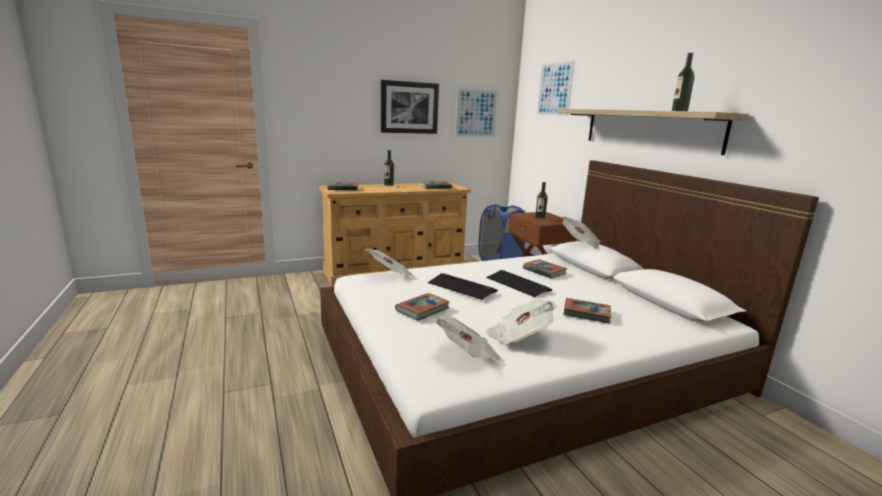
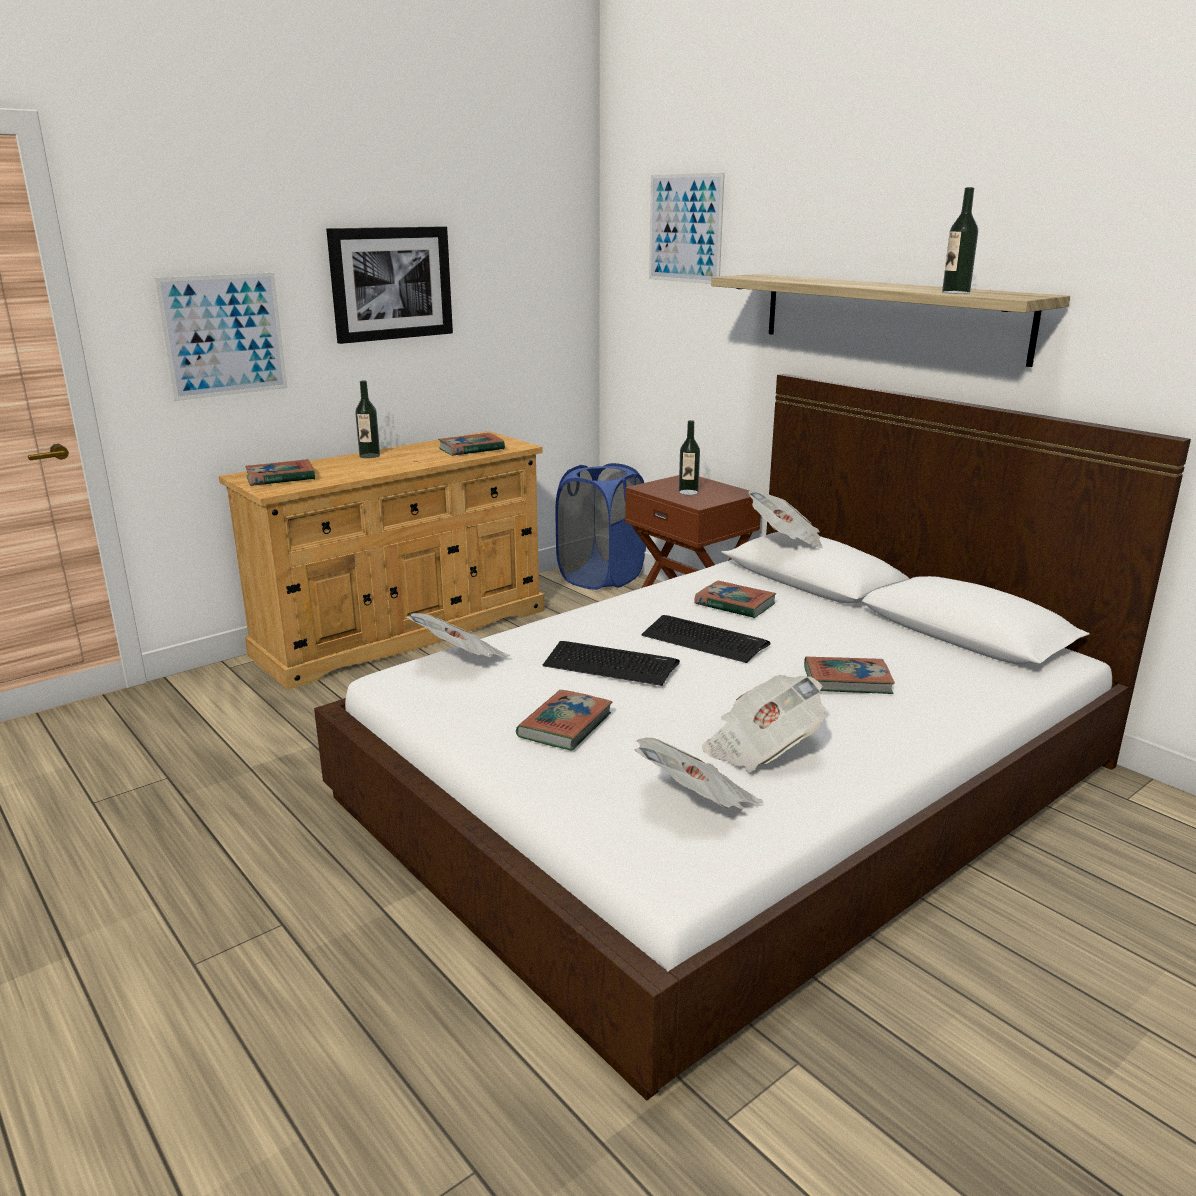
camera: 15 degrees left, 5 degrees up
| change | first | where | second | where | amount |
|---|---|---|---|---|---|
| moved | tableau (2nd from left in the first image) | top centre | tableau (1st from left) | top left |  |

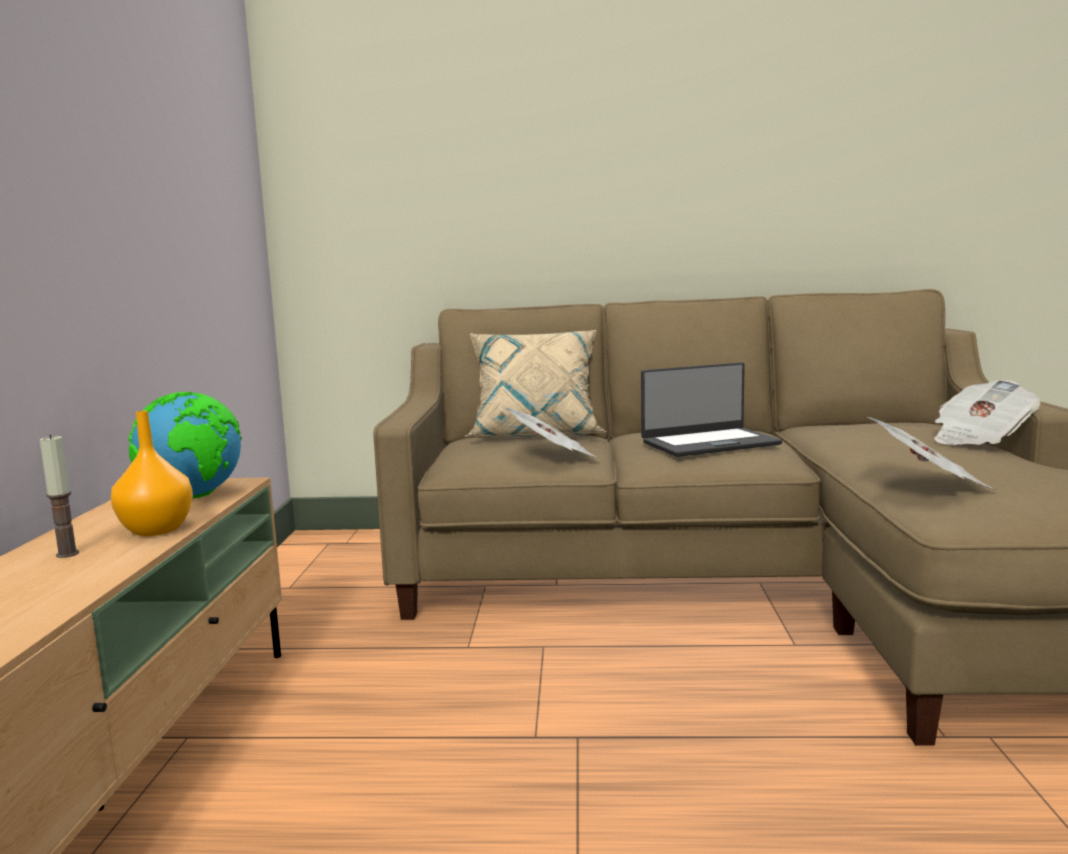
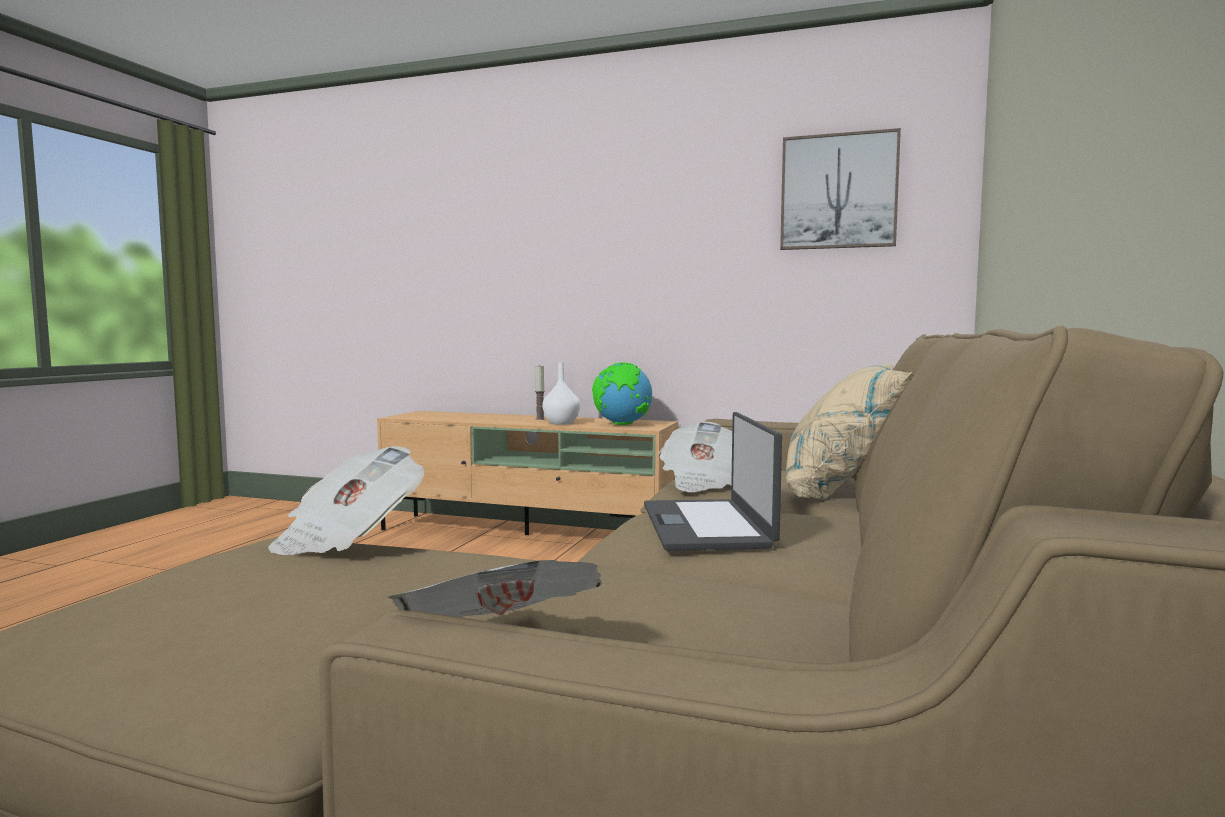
camera: 105 degrees right, 5 degrees down
| change | first | where | second | where | amount |
|---|---|---|---|---|---|
| recoloured | vase/orange | middle left | vase/blanc | centre |  |
| added |  |  | tableau | top right |  |

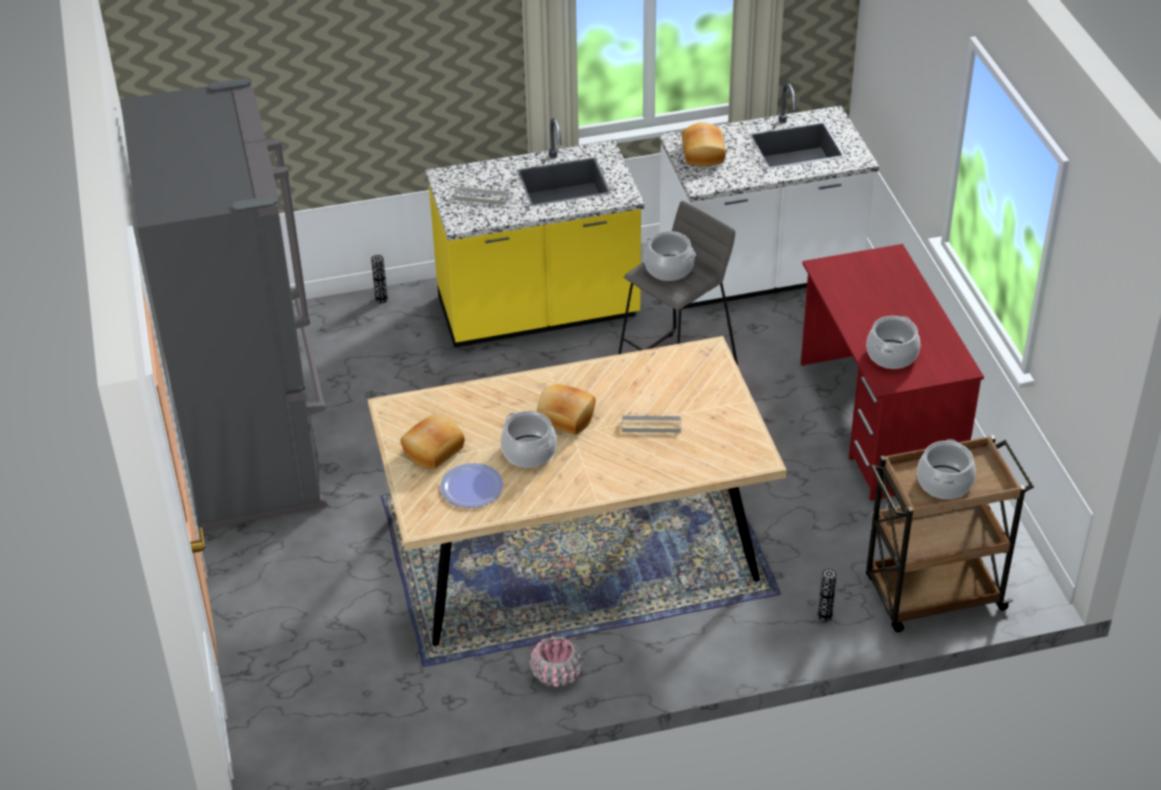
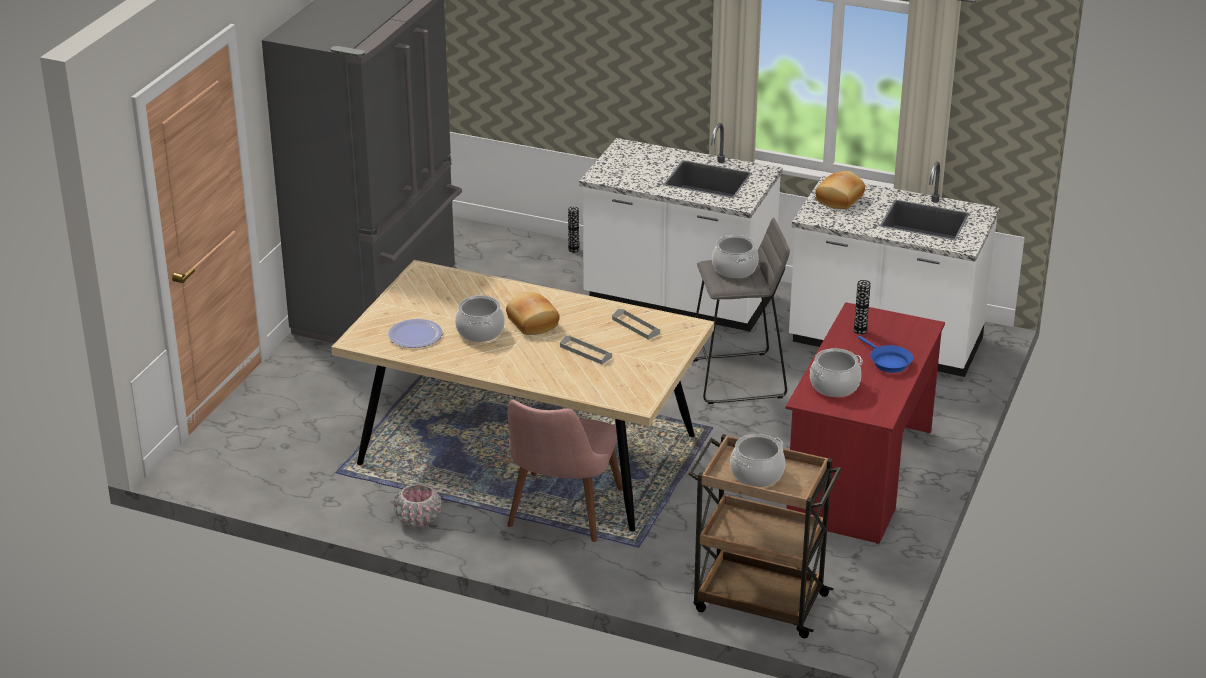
camera: 35 degrees right, 10 degrees down
| change | first | where | second | where | amount |
|---|---|---|---|---|---|
| added |  |  | chaise/rose | bottom centre |  |
| recoloured | comptoir de cuisine/jaune | top centre | comptoir de cuisine/blanc (1st from left) | centre |  |
| moved | plateau/gris (1st from left in the first image) | top centre | plateau/gris (2nd from left) | centre |  |
| moved | vase (2nd from left) | bottom right |  | middle right |  |
| added |  |  | poêle/bleu | middle right |  |
| removed | pain (1st from left) | centre |  |  |  |

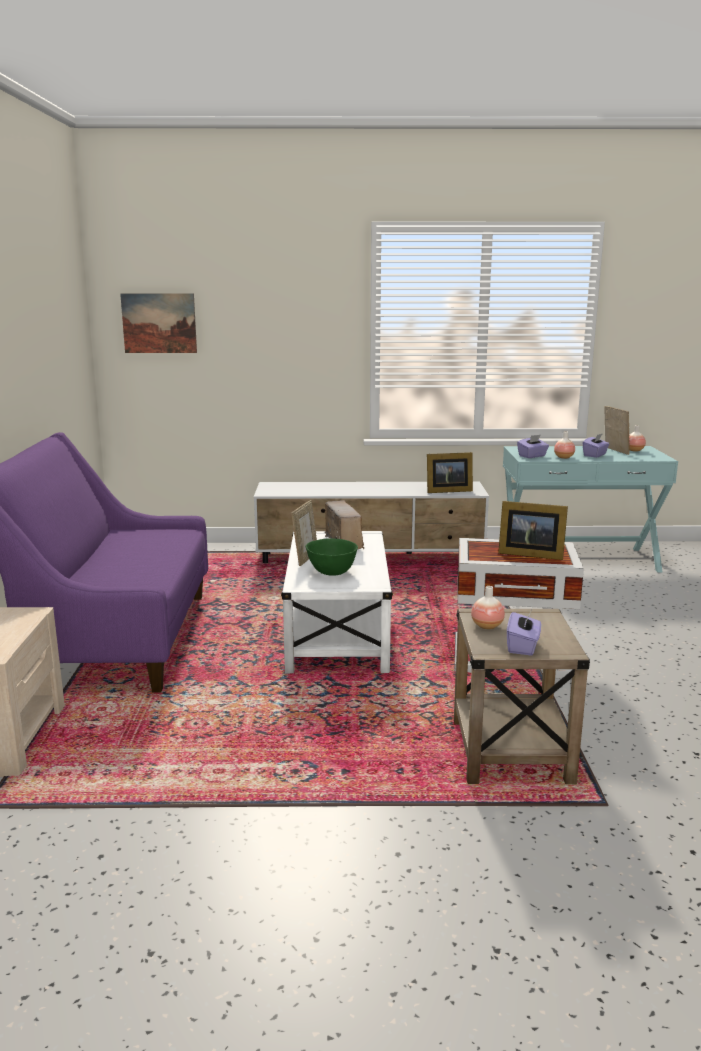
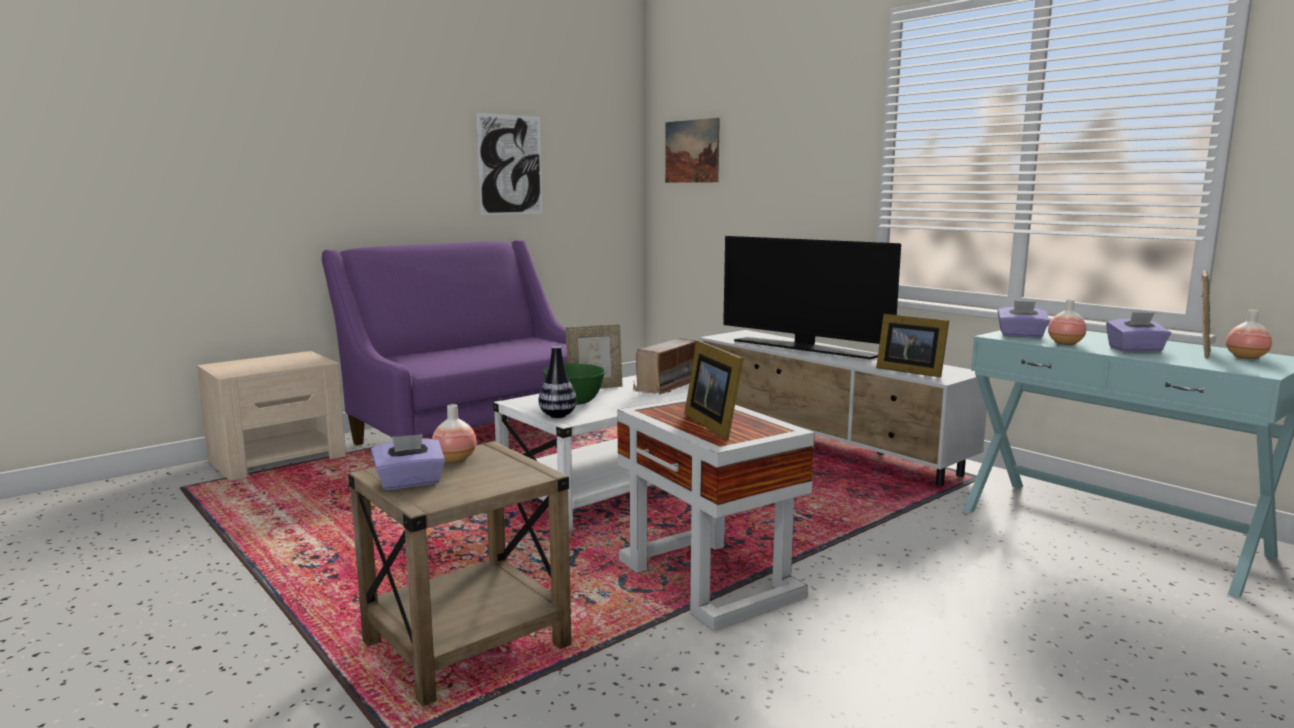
camera: 50 degrees right, 5 degrees down
| change | first | where | second | where | amount |
|---|---|---|---|---|---|
| added |  |  | tableau (1st from left) | top centre |  |
| added |  |  | vase (2nd from left) | centre |  |
| added |  |  | téléviseur | centre |  |

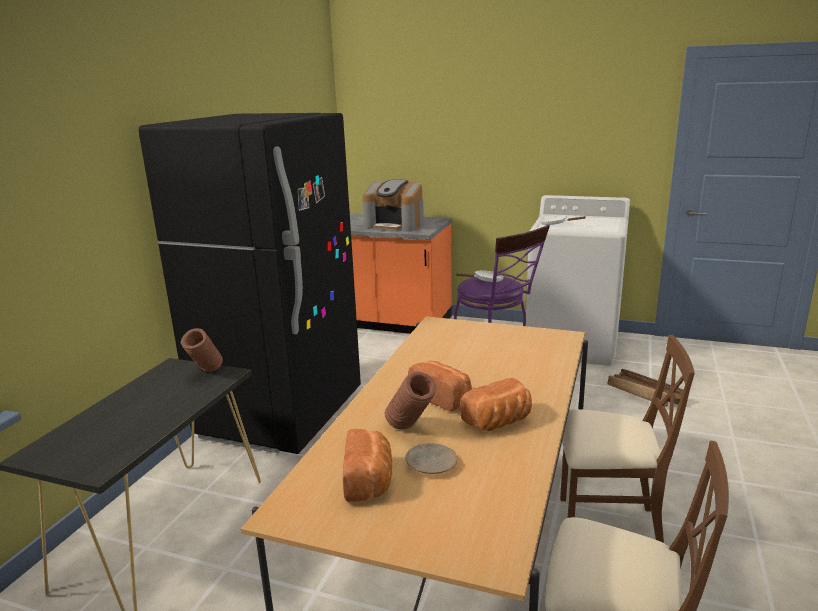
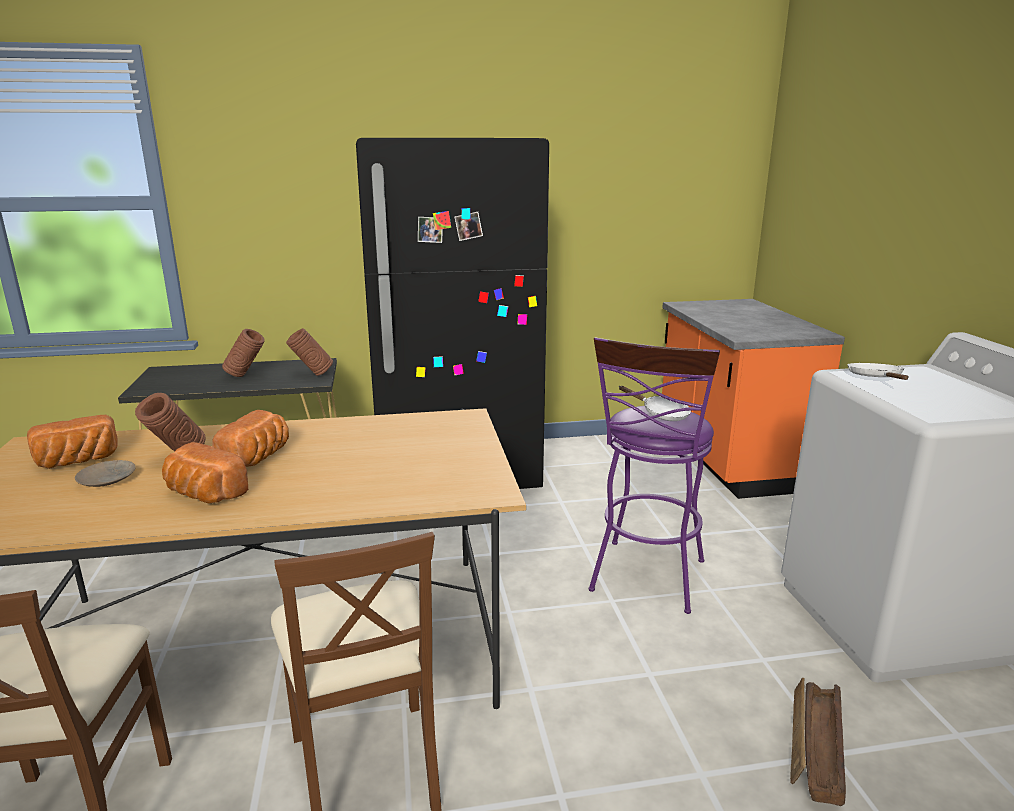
camera: 60 degrees right, 0 degrees up
| change | first | where | second | where | amount |
|---|---|---|---|---|---|
| added |  |  | vase/marron (2nd from left) | middle left |  |
| removed | machine à café | centre |  |  |  |

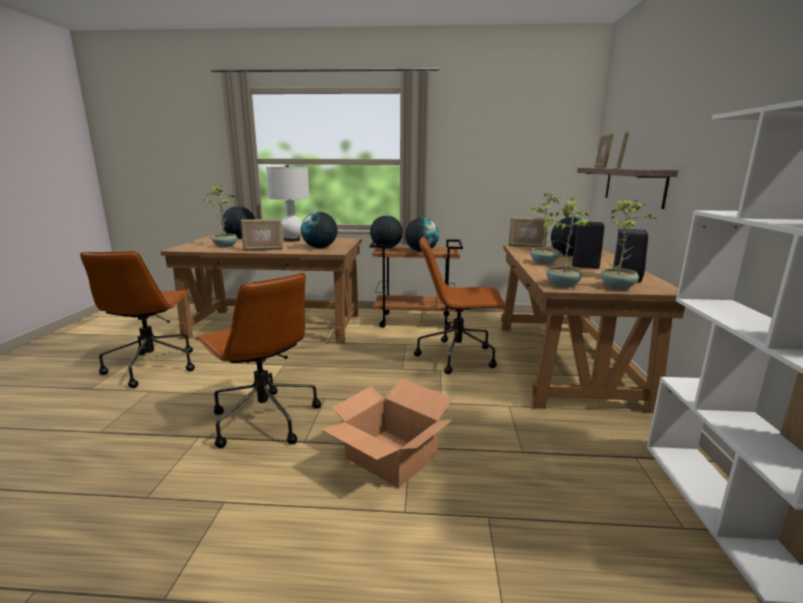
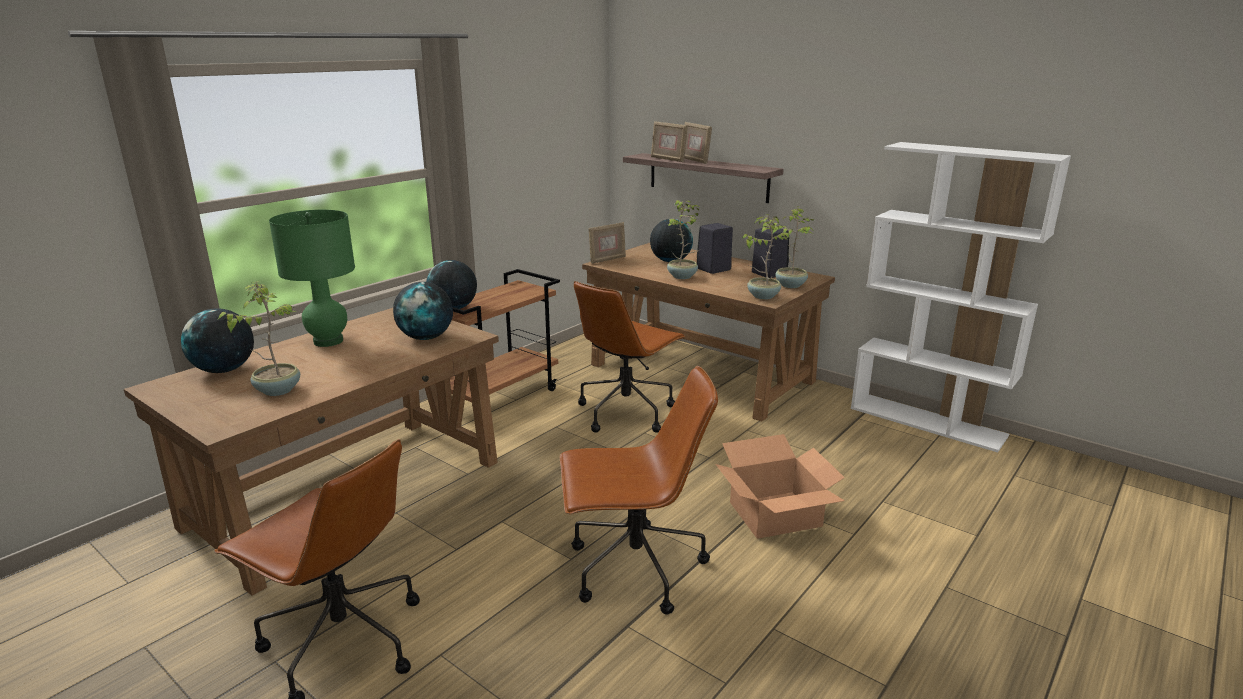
camera: 55 degrees left, 5 degrees up
| change | first | where | second | where | amount |
|---|---|---|---|---|---|
| recoloured | lampe de table/blanc | centre | lampe de table/vert | middle left |  |
| removed | cadre photo (1st from left) | middle left |  |  |  |
| removed | globe (4th from left) | centre |  |  |  |

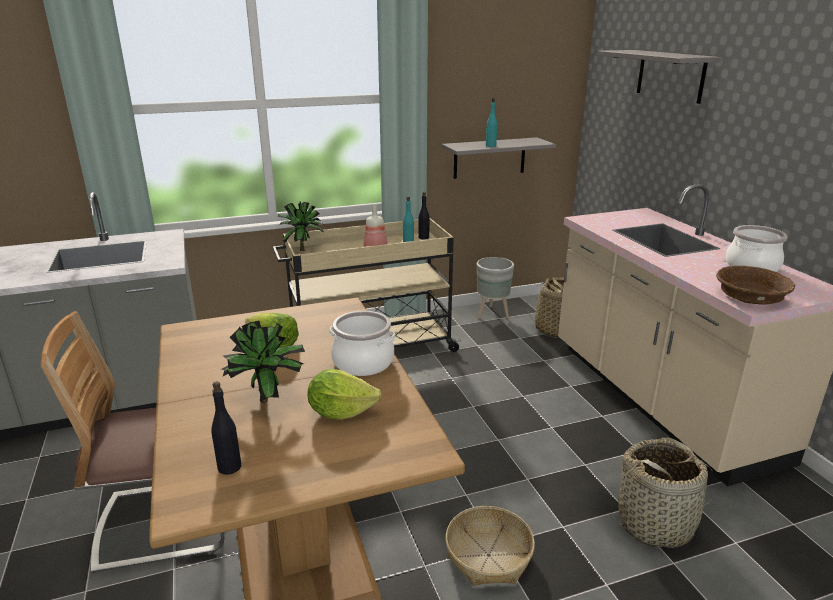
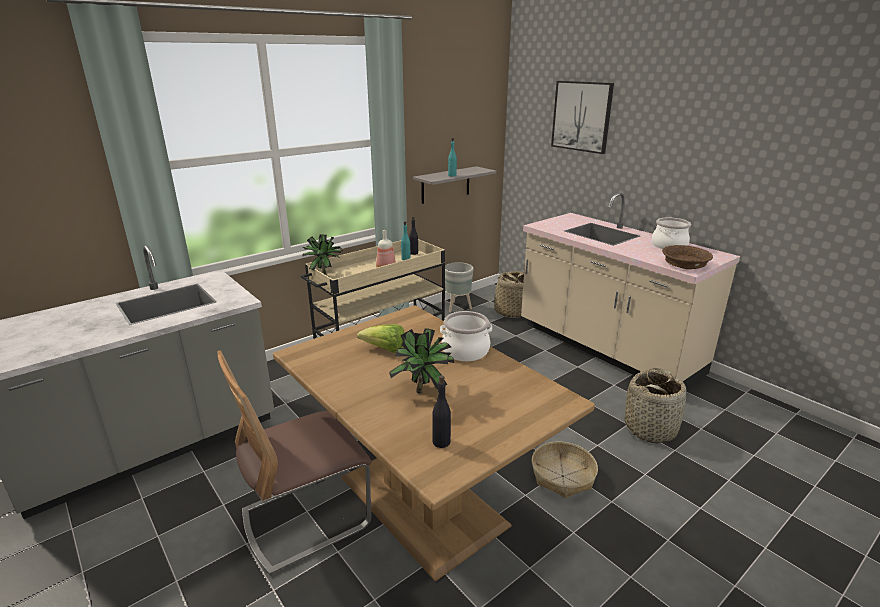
camera: 20 degrees left, 0 degrees up
| change | first | where | second | where | amount |
|---|---|---|---|---|---|
| replaced | étagère/gris (2nd from left) | top right | tableau | top centre |  |
| removed | laitue (2nd from left) | centre |  |  |  |

